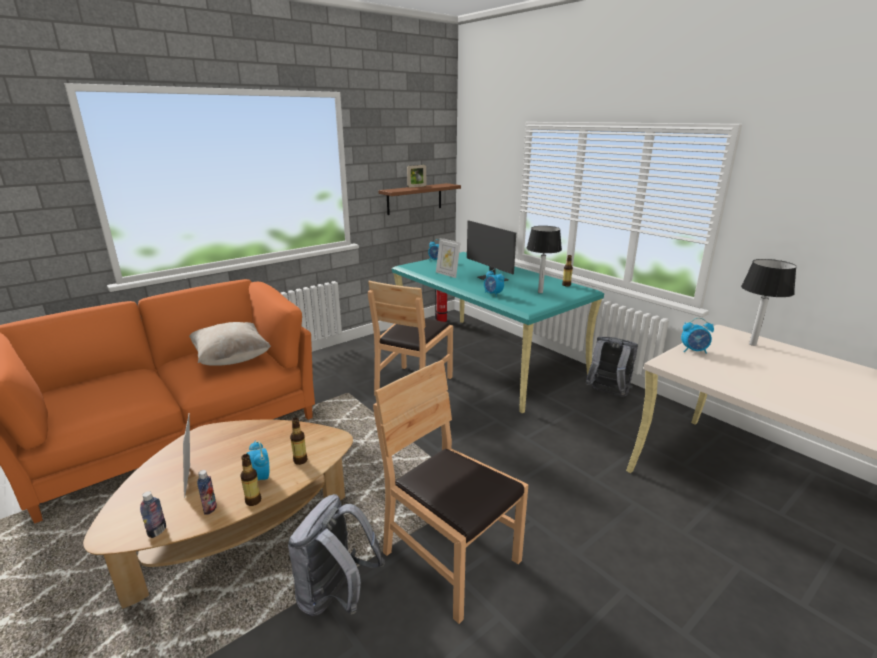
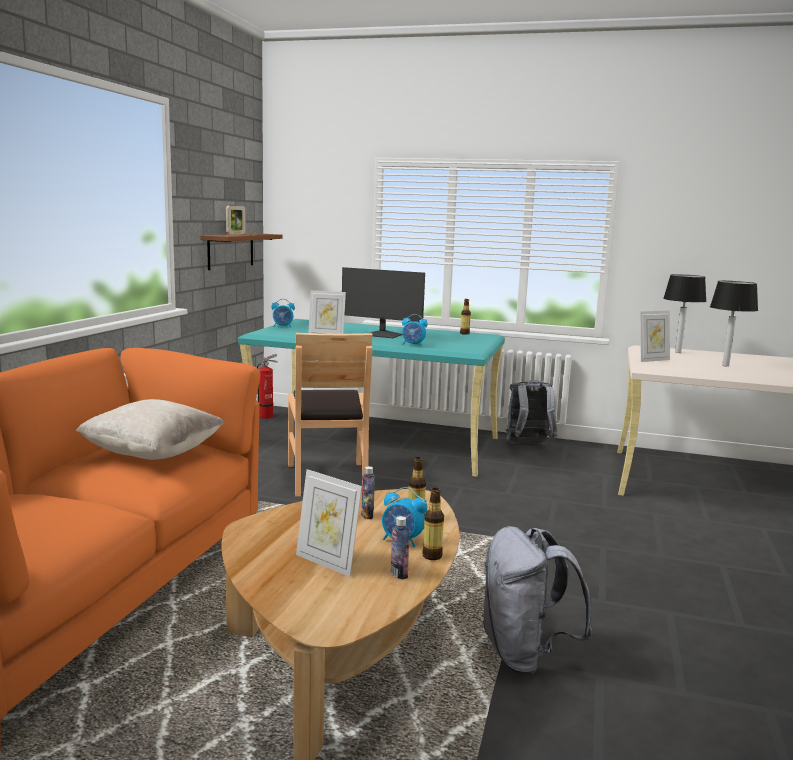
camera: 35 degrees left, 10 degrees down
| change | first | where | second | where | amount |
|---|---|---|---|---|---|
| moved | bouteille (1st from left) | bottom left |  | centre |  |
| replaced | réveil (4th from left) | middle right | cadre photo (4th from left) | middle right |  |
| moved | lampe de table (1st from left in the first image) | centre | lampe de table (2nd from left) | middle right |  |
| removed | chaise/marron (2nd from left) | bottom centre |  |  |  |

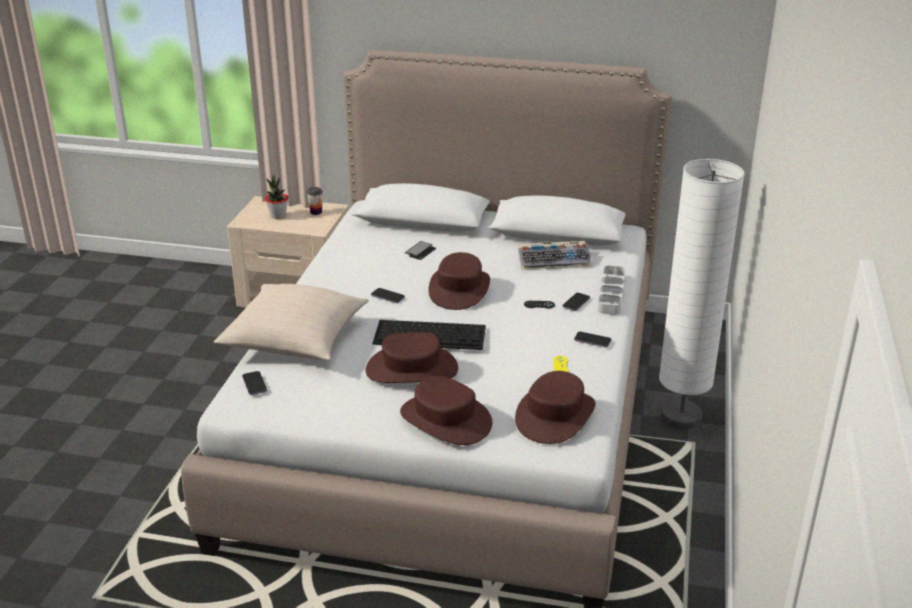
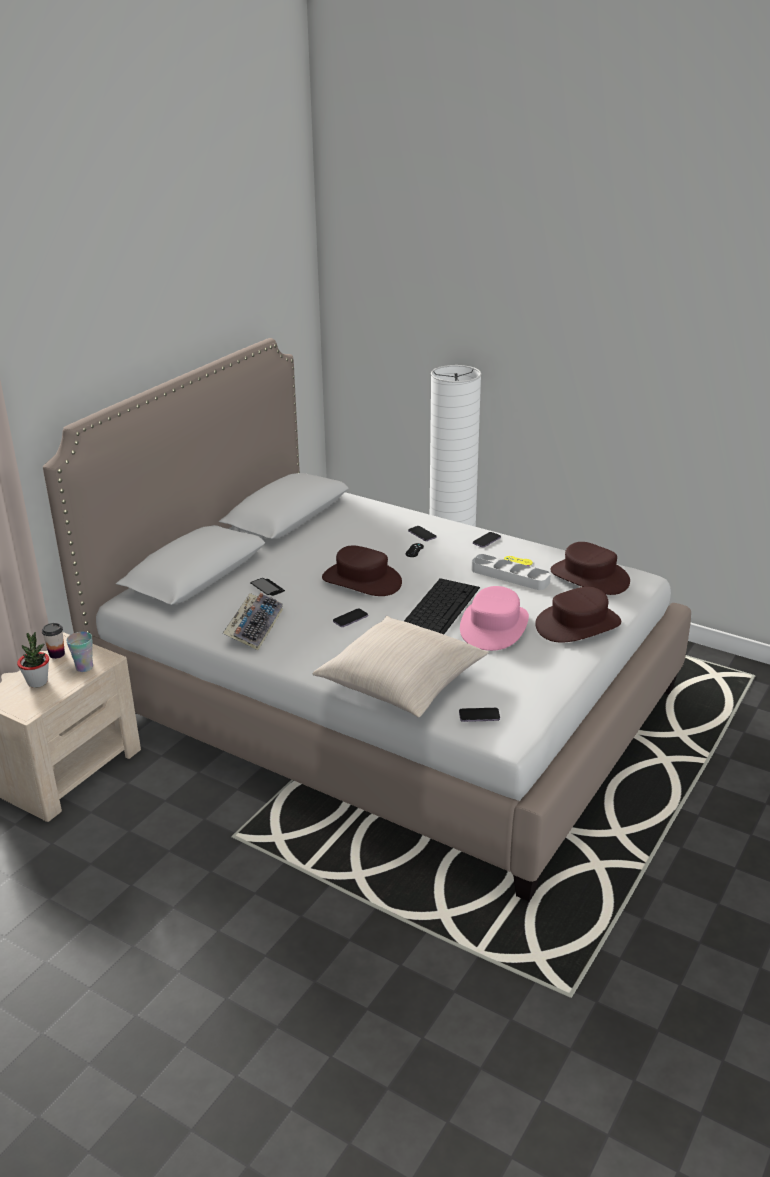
camera: 70 degrees left, 0 degrees up
| change | first | where | second | where | amount |
|---|---|---|---|---|---|
| added |  |  | tasse (2nd from left) | middle left |  |
| moved | clavier (2nd from left in the first image) | centre | clavier (1st from left) | middle left |  |
| recoloured | chapeau/marron (1st from left) | centre | chapeau/rose | centre |  |
| moved | plateau/gris | middle right |  | centre |  |

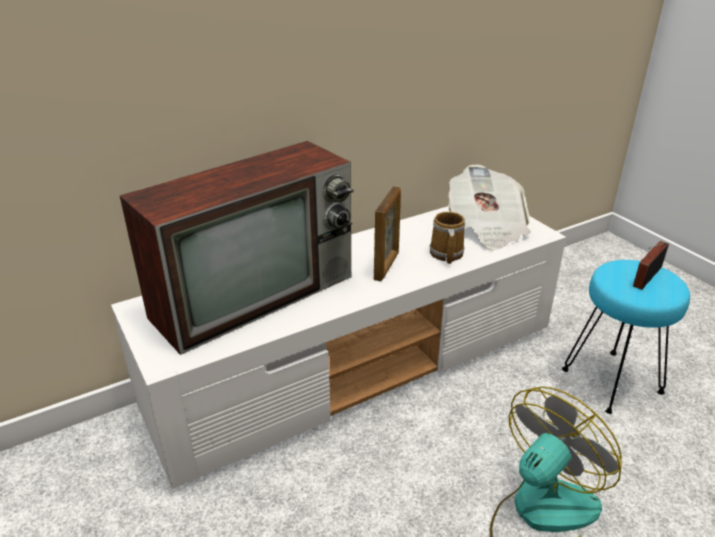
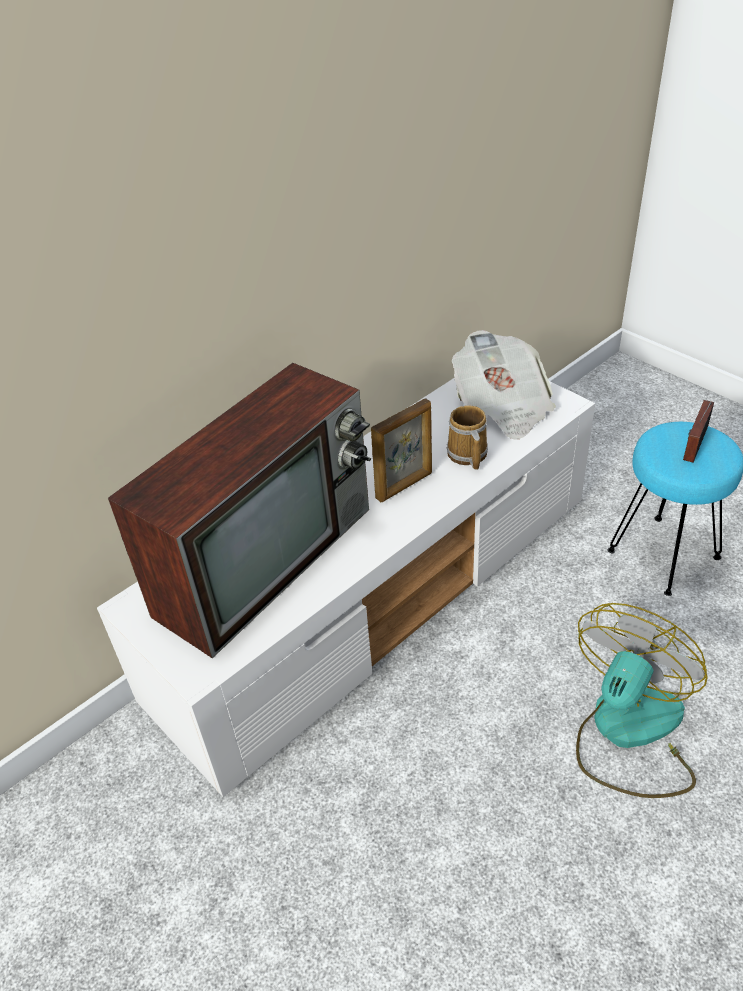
camera: 10 degrees left, 10 degrees up
| change | first | where | second | where | amount |
|---|---|---|---|---|---|
| turned | cadre photo | centre |  | centre | 45 degrees clockwise |

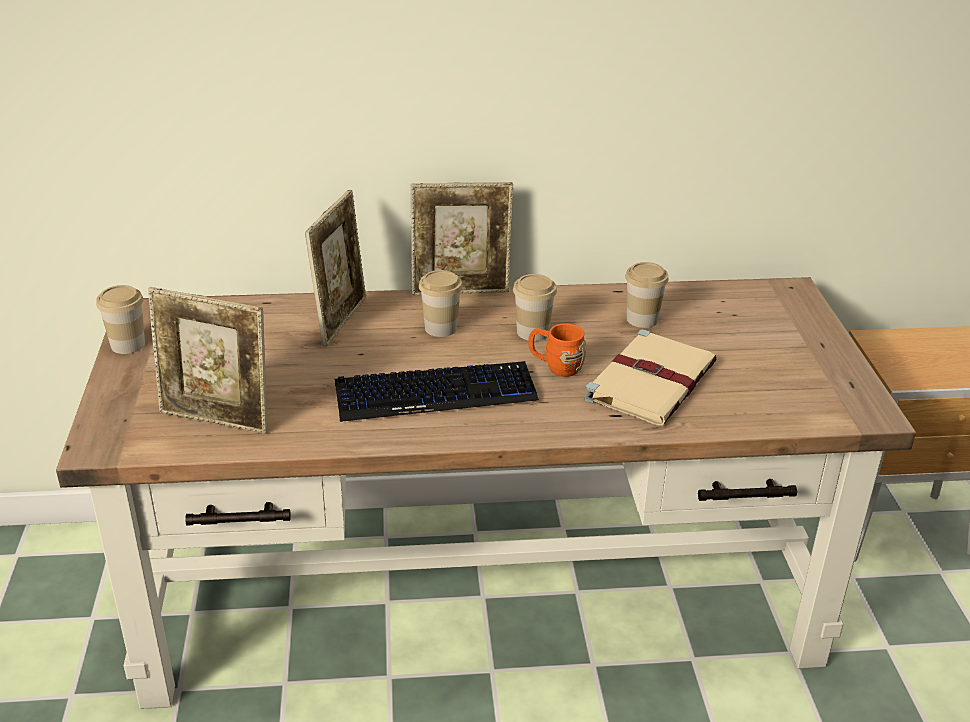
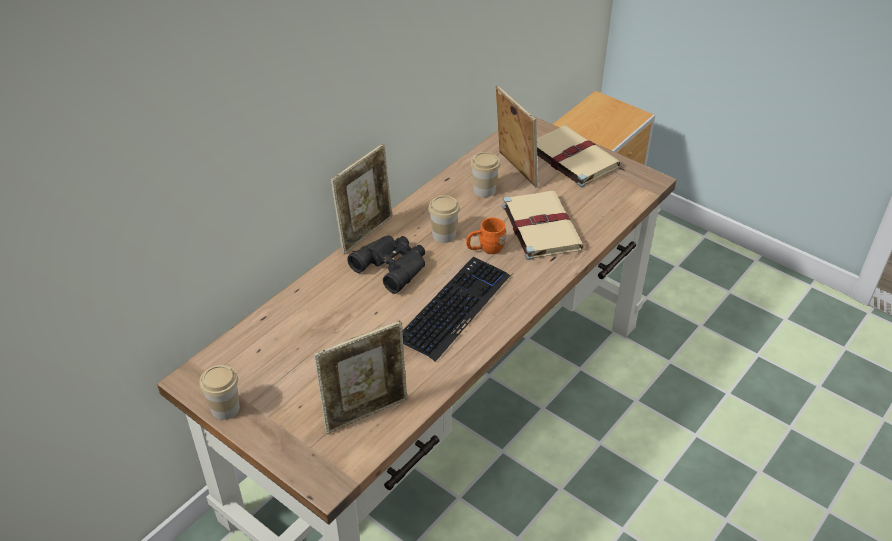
camera: 45 degrees left, 10 degrees up
| change | first | where | second | where | amount |
|---|---|---|---|---|---|
| replaced | tasse (2nd from left) | centre | jumelles/noir | centre |  |
| moved | cadre photo (2nd from left in the first image) | centre | cadre photo (3rd from left) | top centre |  |
| added |  |  | livre/beige (2nd from left) | top centre |  |

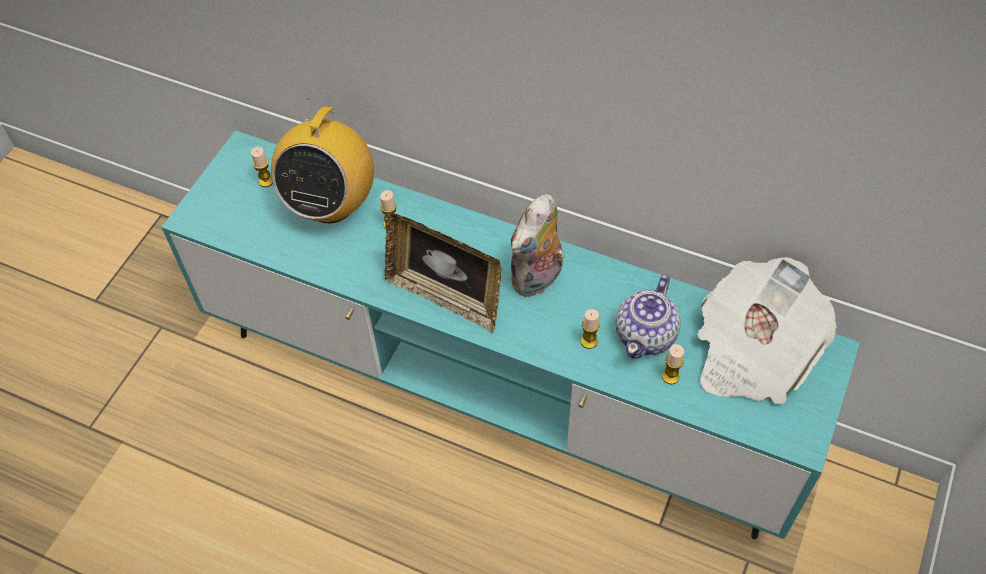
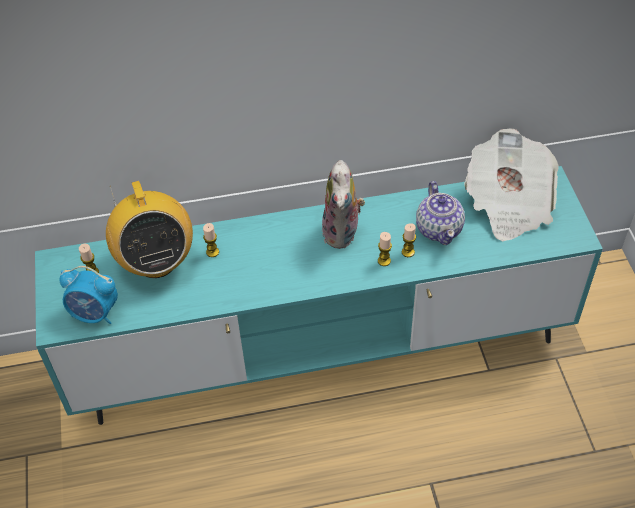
camera: 35 degrees left, 5 degrees down
| change | first | where | second | where | amount |
|---|---|---|---|---|---|
| added |  |  | réveil | middle left |  |
| moved | bougie (4th from left in the first image) | middle right | bougie (3rd from left) | centre |  |
| removed | cadre photo | centre |  |  |  |

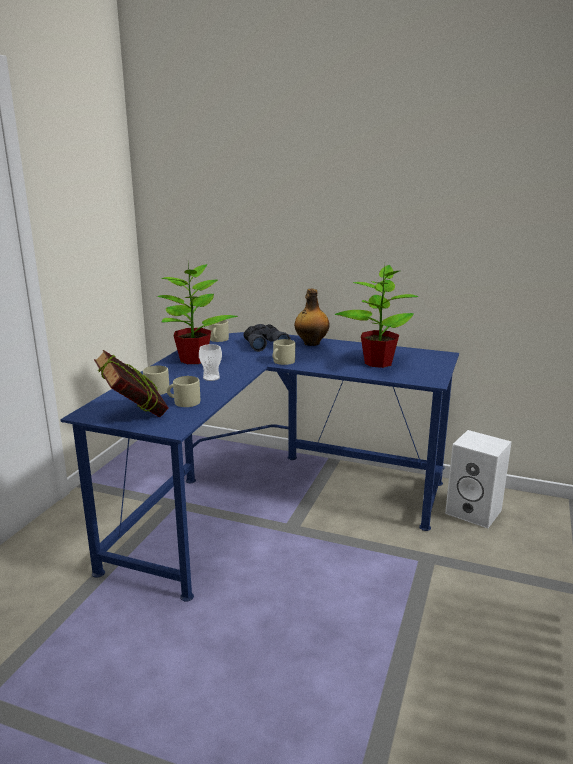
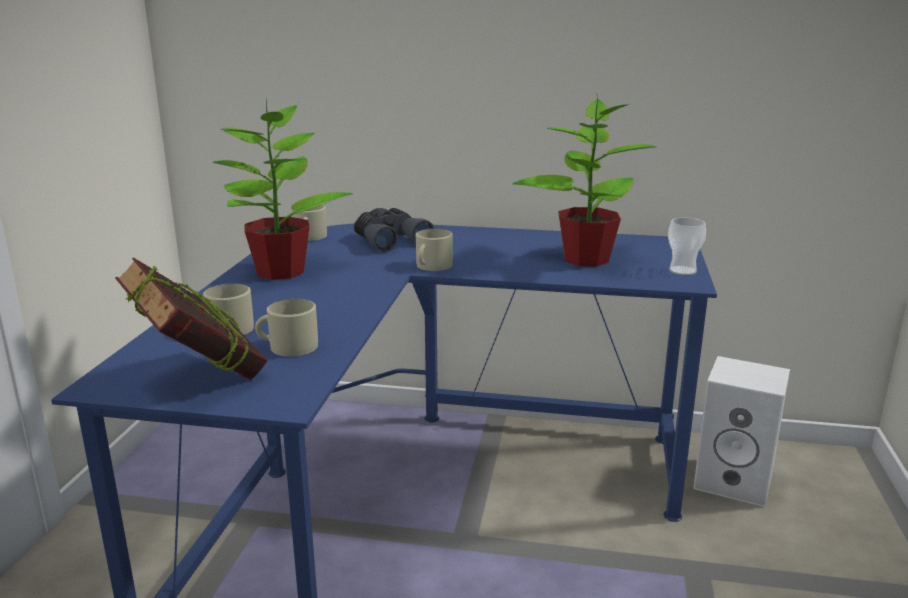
camera: 10 degrees left, 0 degrees up
| change | first | where | second | where | amount |
|---|---|---|---|---|---|
| moved | tasse | centre |  | middle right |  |
| removed | bouteille | centre |  |  |  |

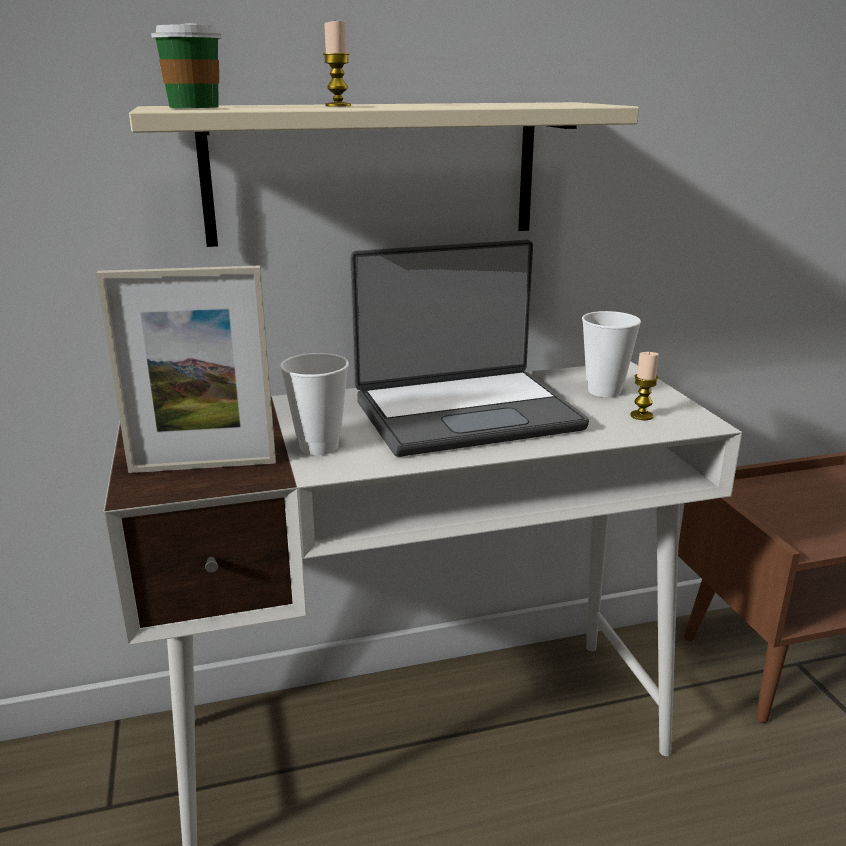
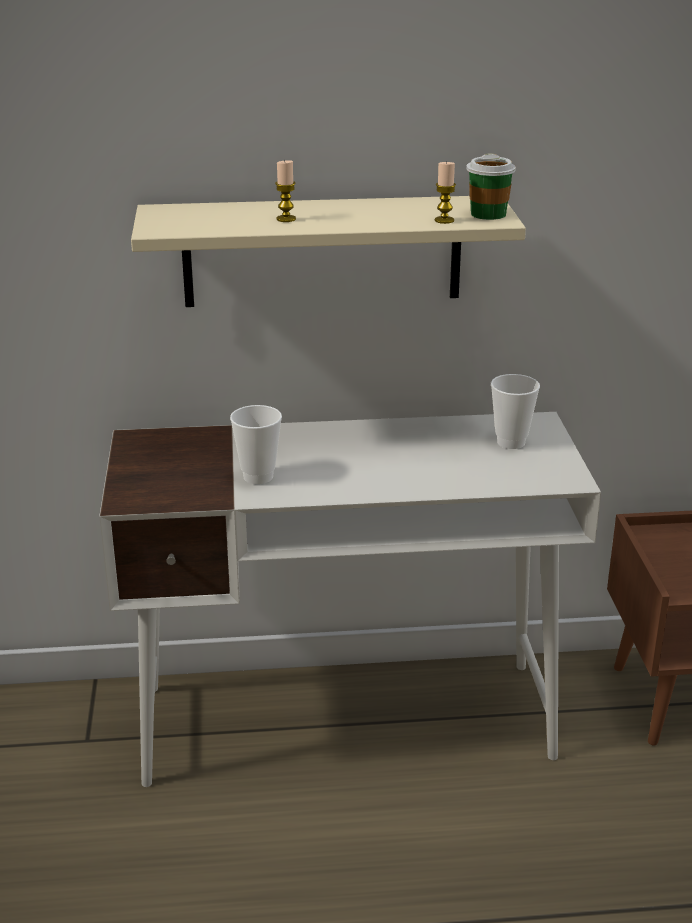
camera: 10 degrees right, 5 degrees up
| change | first | where | second | where | amount |
|---|---|---|---|---|---|
| moved | bougie (2nd from left) | middle right |  | top centre |  |
| moved | tasse (1st from left in the first image) | top left | tasse (2nd from left) | top right |  |
| removed | cadre photo | middle left |  |  |  |
| removed | ordinateur portable | centre |  |  |  |

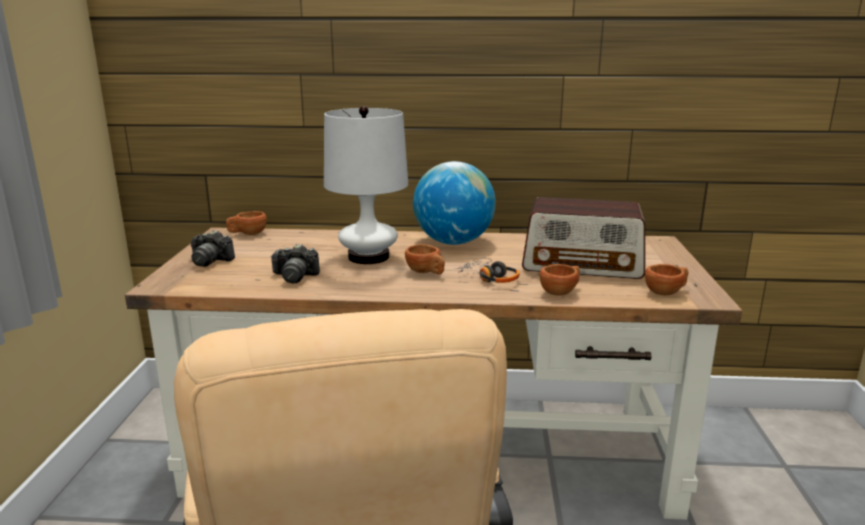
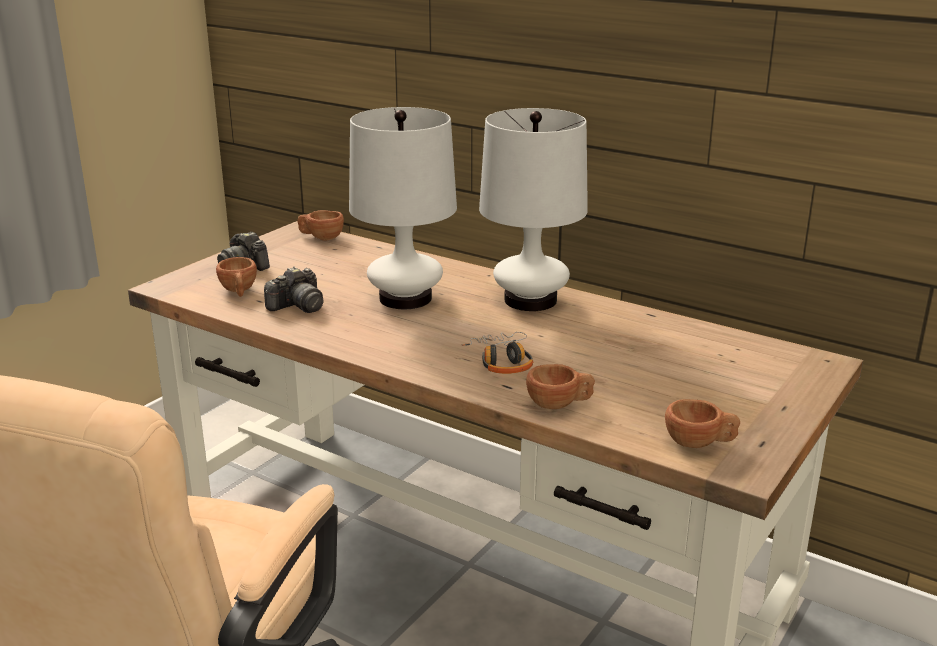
camera: 30 degrees right, 5 degrees up
| change | first | where | second | where | amount |
|---|---|---|---|---|---|
| moved | tasse/marron (2nd from left in the first image) | centre | tasse/marron (1st from left) | middle left |  |
| turned | appareil photo (2nd from left) | centre |  | middle left | 75 degrees counterclockwise |
| replaced | globe | centre | lampe de table/blanc (2nd from left) | top centre |  |
| removed | radio | middle right |  |  |  |

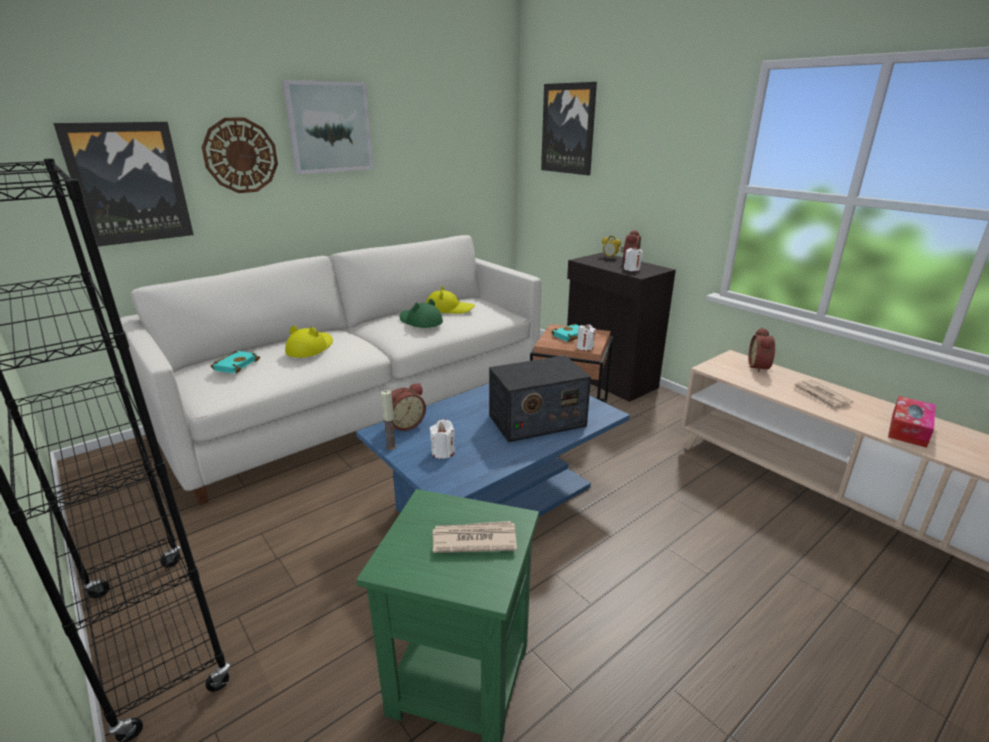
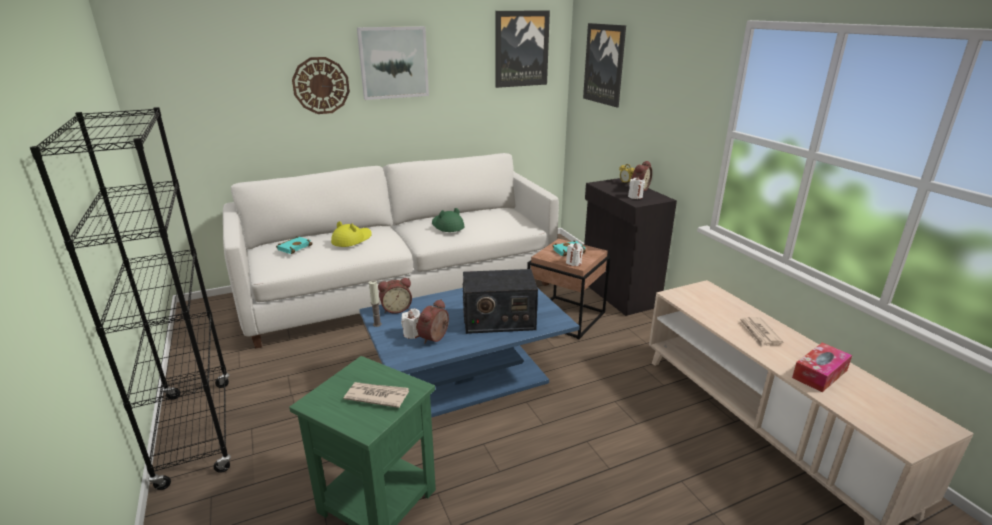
camera: 15 degrees right, 0 degrees up
| change | first | where | second | where | amount |
|---|---|---|---|---|---|
| moved | réveil (4th from left in the first image) | middle right | réveil (2nd from left) | centre |  |
| moved | tableau (1st from left in the first image) | top left | tableau (2nd from left) | top centre |  |
| removed | chapeau/jaune (2nd from left) | centre |  |  |  |

